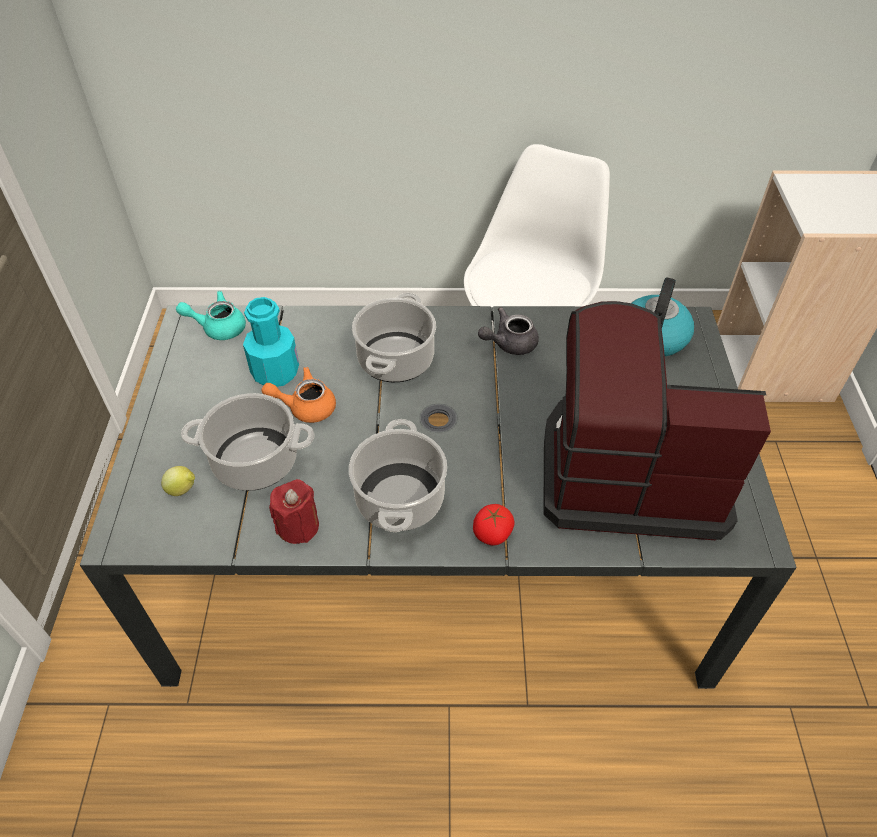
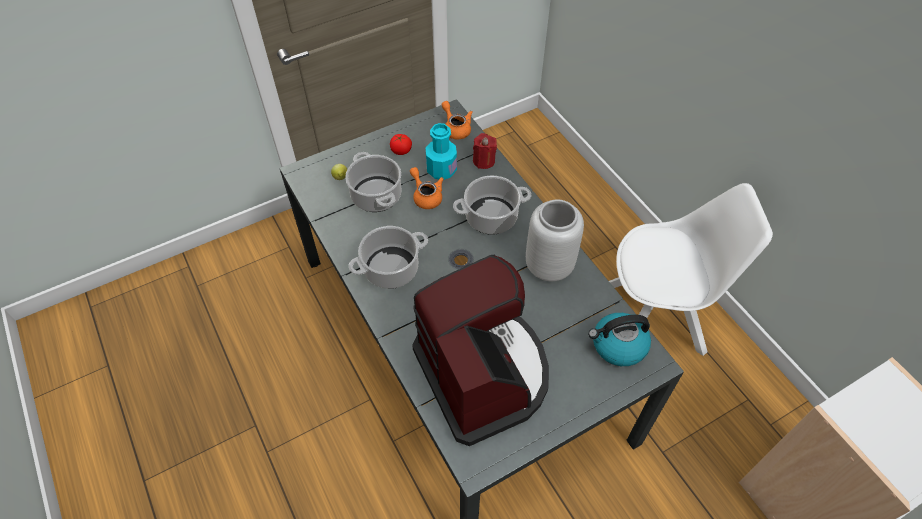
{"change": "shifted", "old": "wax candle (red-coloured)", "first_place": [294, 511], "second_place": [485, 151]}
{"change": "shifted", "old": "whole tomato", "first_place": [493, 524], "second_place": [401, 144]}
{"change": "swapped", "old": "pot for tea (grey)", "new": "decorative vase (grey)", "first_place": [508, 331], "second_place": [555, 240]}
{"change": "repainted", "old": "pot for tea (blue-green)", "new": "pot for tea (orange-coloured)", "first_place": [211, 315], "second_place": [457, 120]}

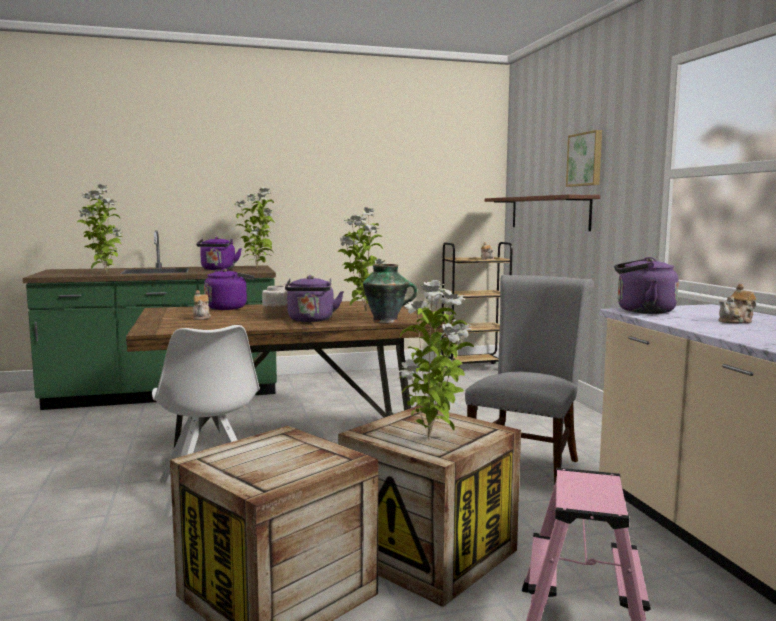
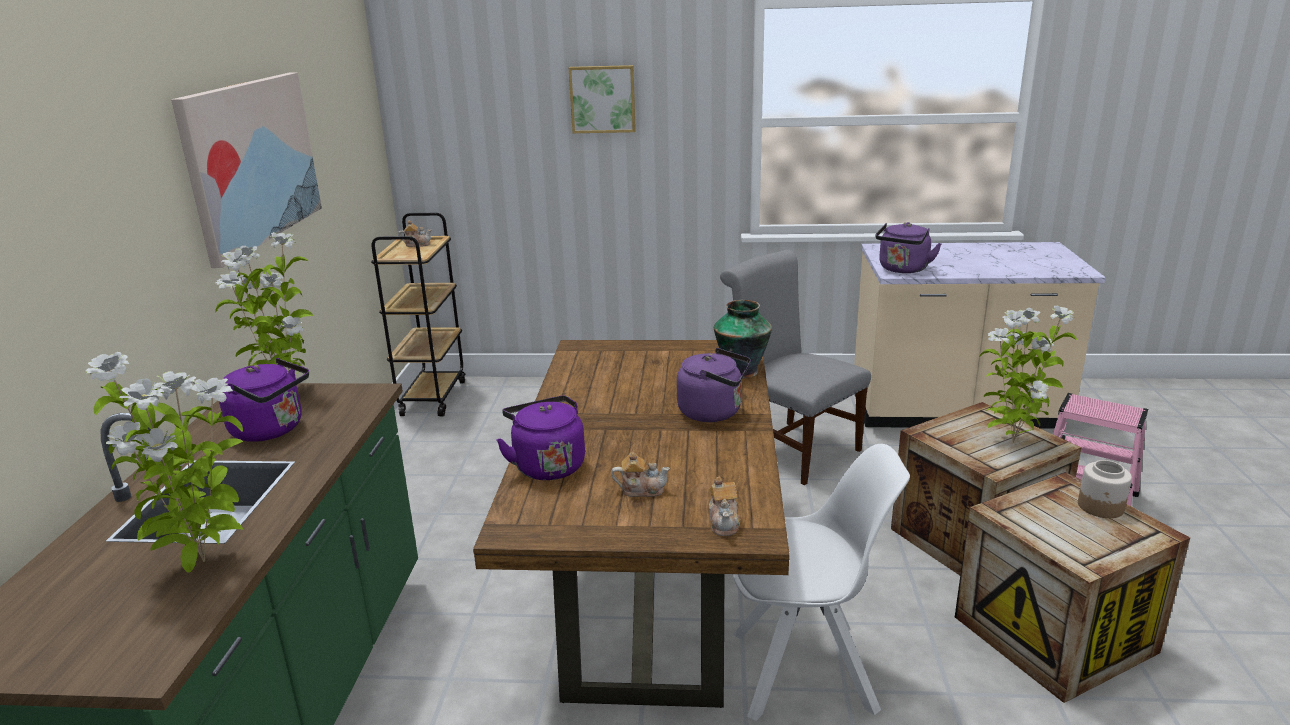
{"change": "gone", "old": "potted plant", "first_place": [361, 259]}
{"change": "gone", "old": "shelf (brown-coloured)", "first_place": [542, 213]}
{"change": "new", "new": "picture", "second_place": [246, 170]}
{"change": "shifted", "old": "jar", "first_place": [276, 302], "second_place": [1105, 489]}
{"change": "shifted", "old": "pot for tea", "first_place": [737, 303], "second_place": [725, 506]}

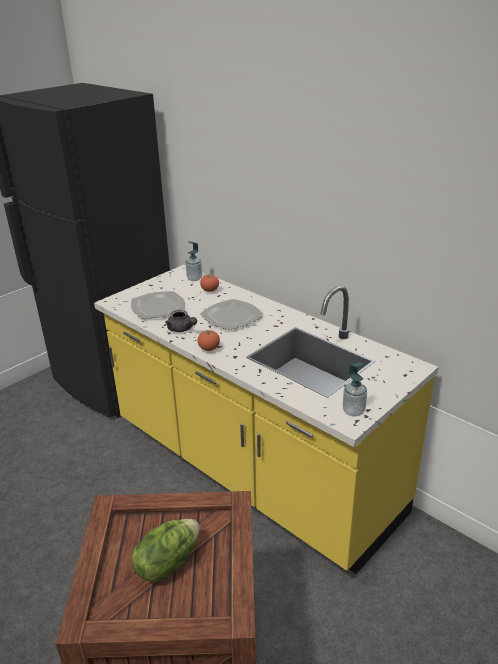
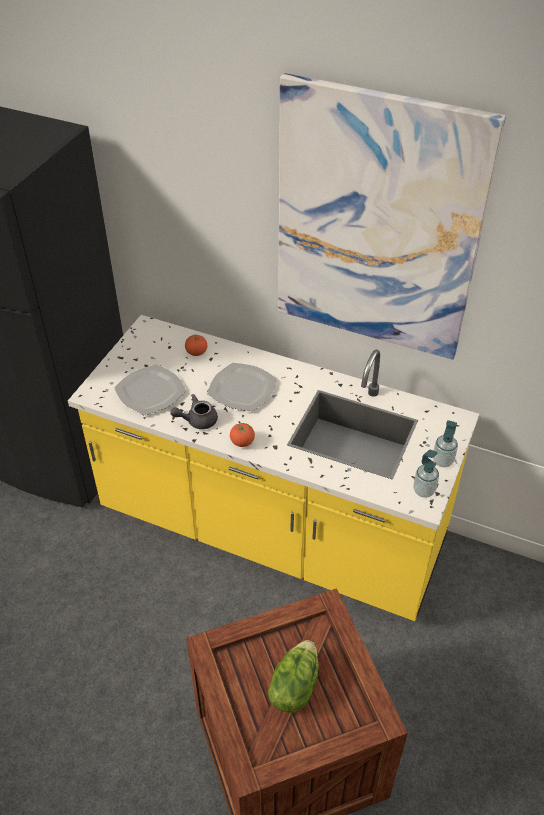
{"change": "new", "new": "picture", "second_place": [392, 216]}
{"change": "shifted", "old": "liquid soap bottle", "first_place": [193, 261], "second_place": [445, 443]}
{"change": "rotated", "old": "pot for tea (grey)", "first_place": [181, 321], "second_place": [194, 411], "degrees": 135}

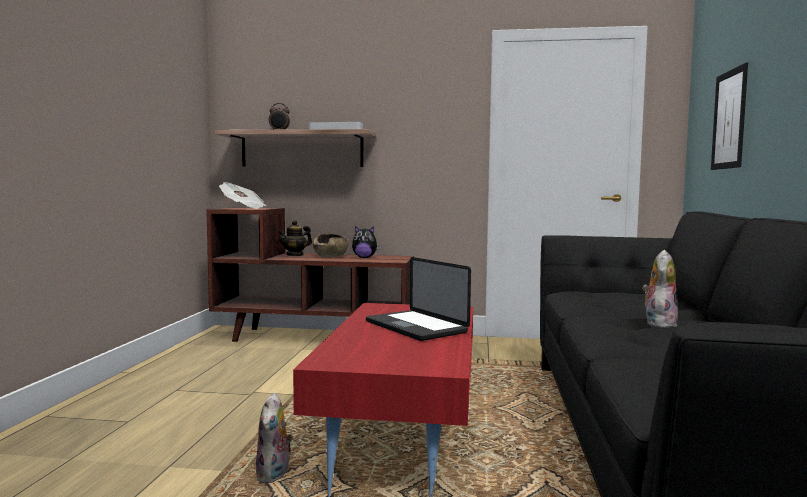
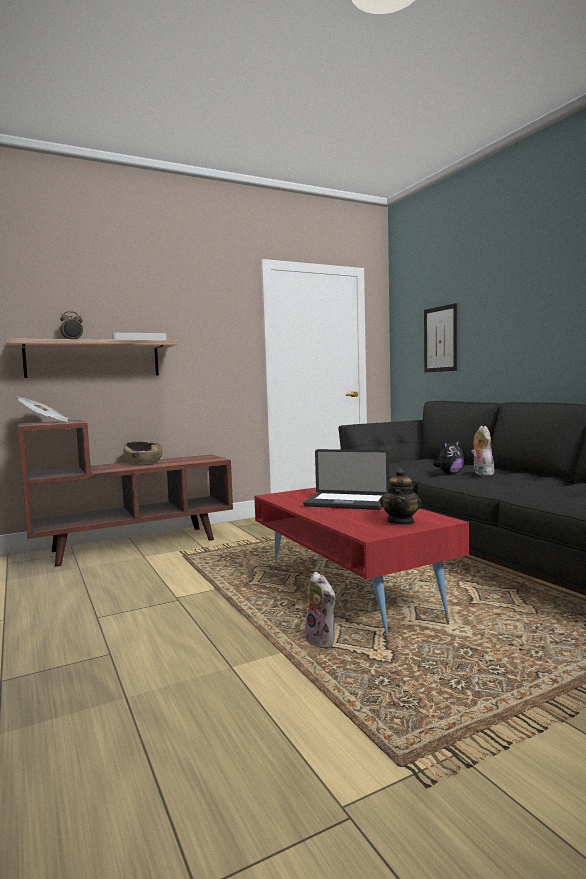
{"change": "shifted", "old": "pot for tea", "first_place": [294, 238], "second_place": [401, 496]}
{"change": "shifted", "old": "cuddly toy", "first_place": [366, 242], "second_place": [448, 457]}

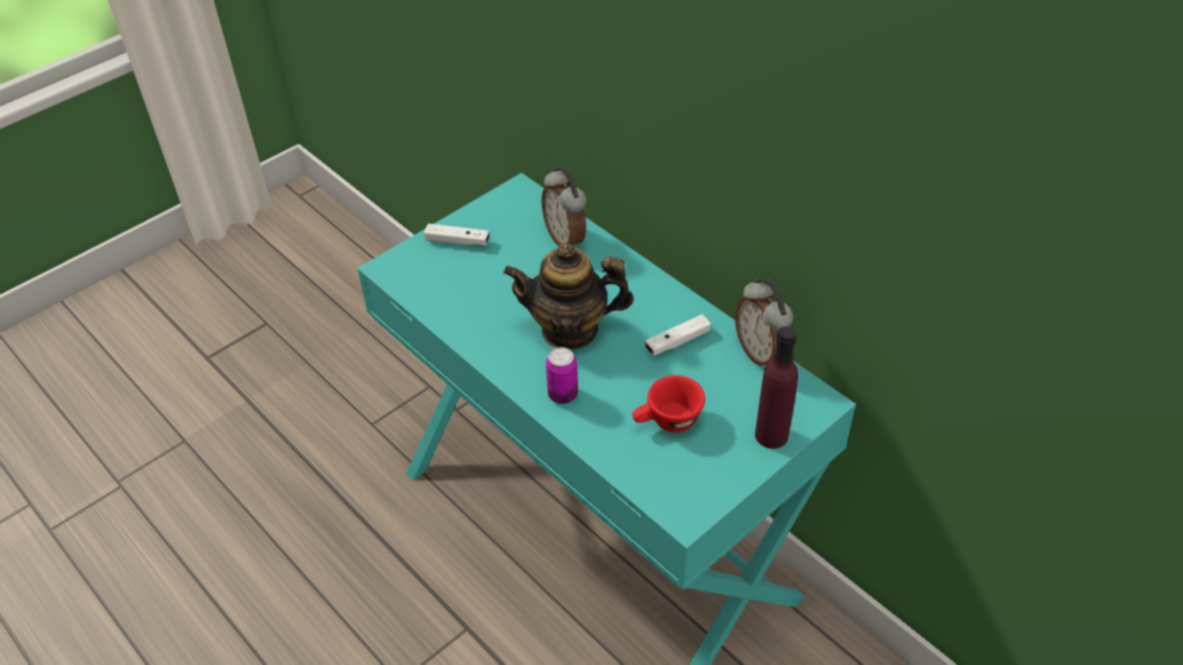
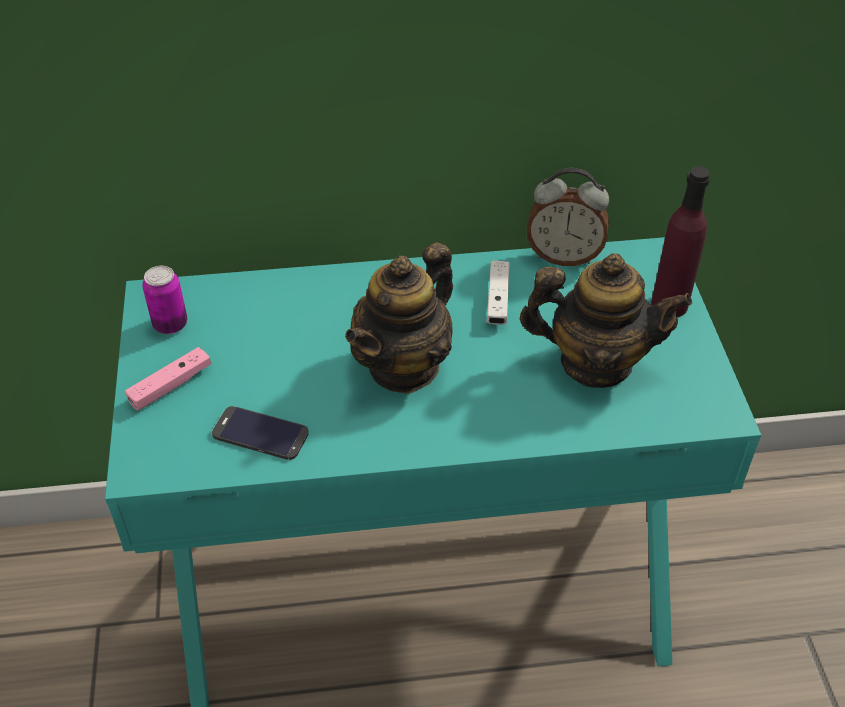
{"change": "gone", "old": "table clock", "first_place": [563, 206]}
{"change": "new", "new": "handset", "second_place": [260, 433]}
{"change": "shifted", "old": "metal can", "first_place": [562, 375], "second_place": [164, 300]}
{"change": "swapped", "old": "small cup (red-coloured)", "new": "pot for tea", "first_place": [668, 404], "second_place": [606, 320]}
{"change": "repainted", "old": "joypad (white)", "new": "joypad (pinkish)", "first_place": [456, 234], "second_place": [168, 379]}

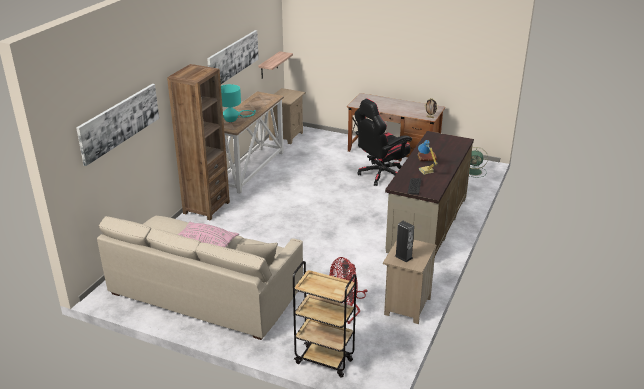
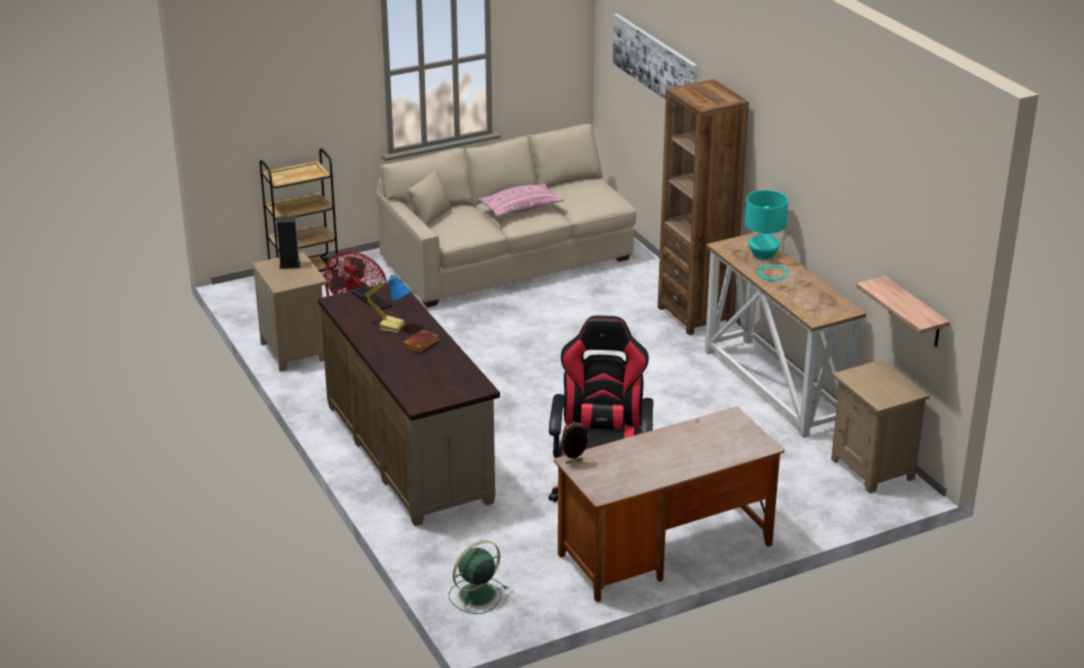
{"change": "gone", "old": "picture", "first_place": [233, 57]}

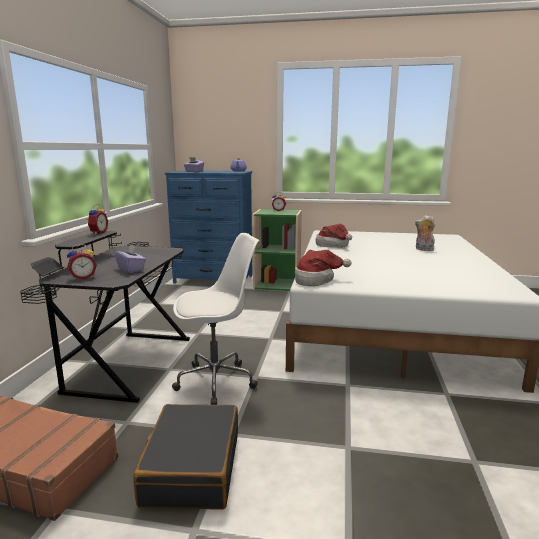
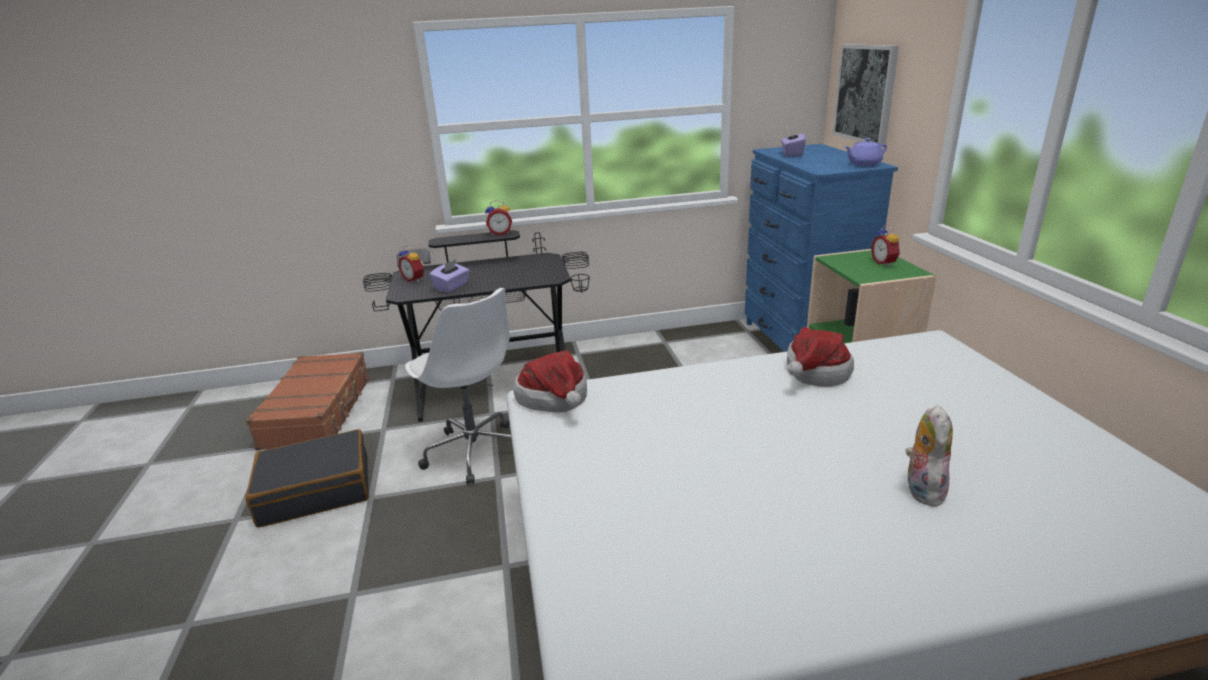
{"change": "new", "new": "picture", "second_place": [865, 94]}

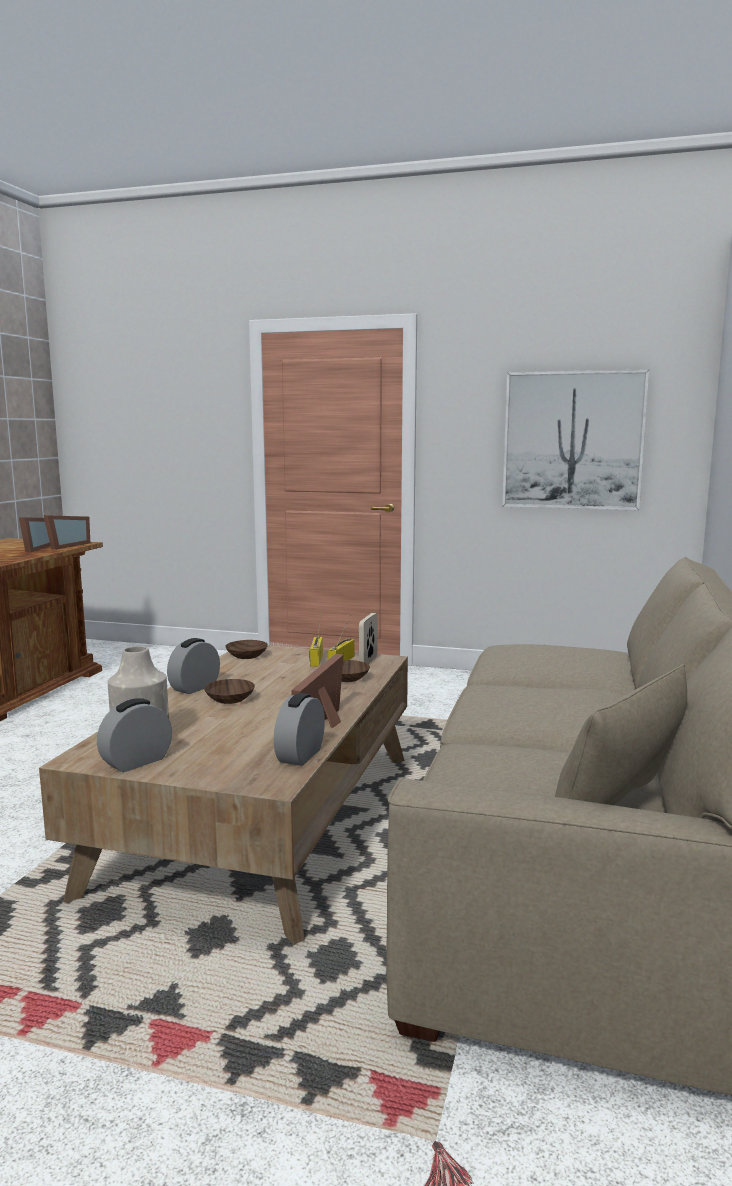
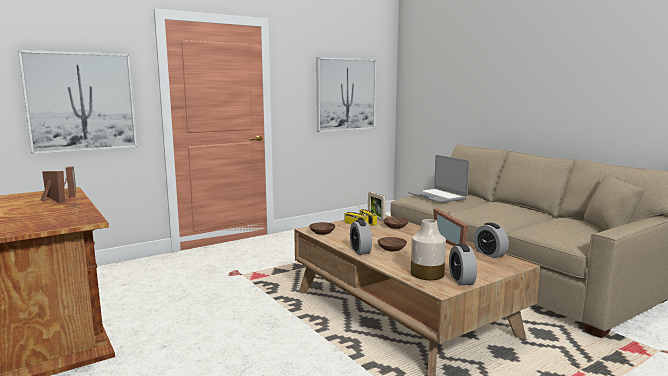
{"change": "new", "new": "picture", "second_place": [77, 102]}
{"change": "new", "new": "laptop", "second_place": [439, 179]}

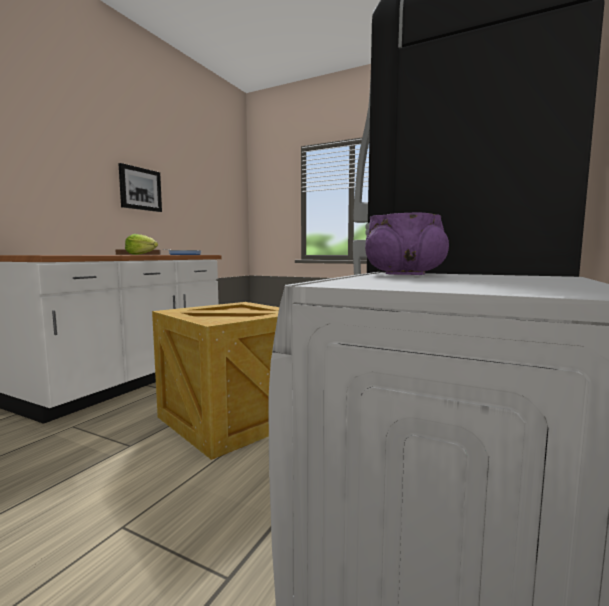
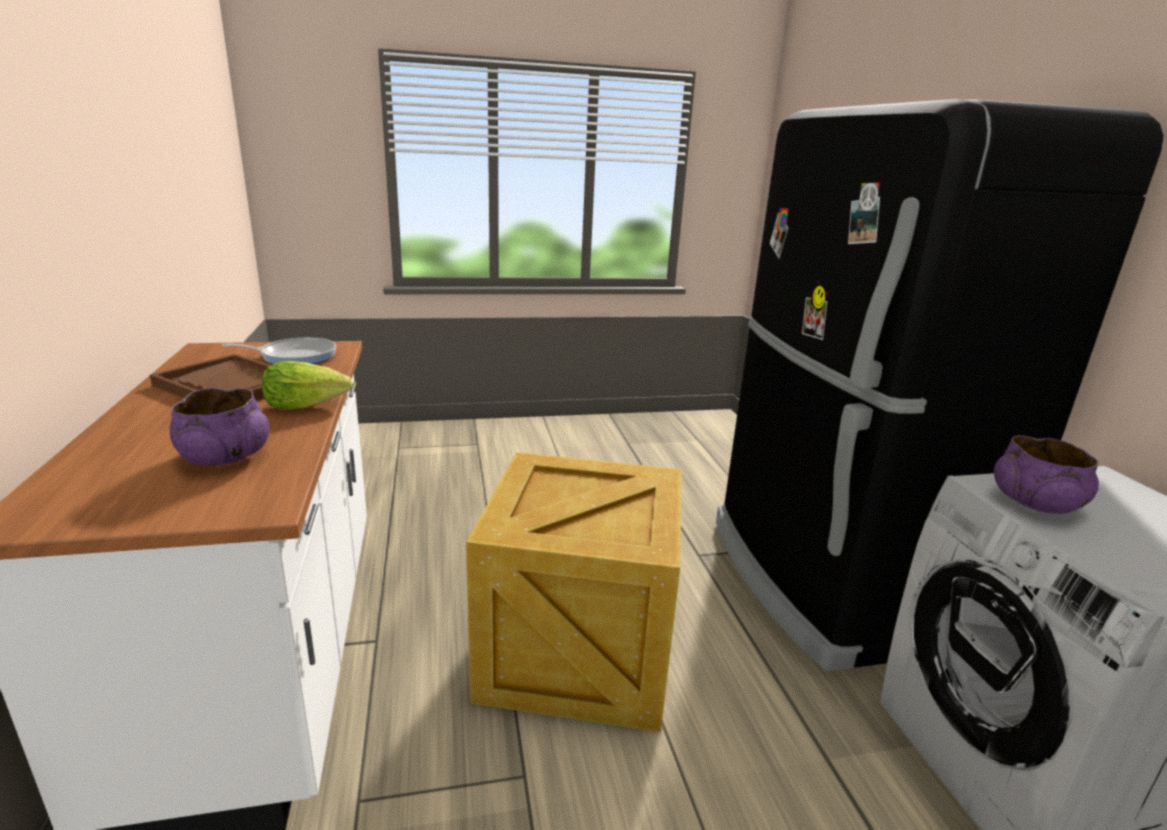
{"change": "gone", "old": "picture", "first_place": [140, 187]}
{"change": "new", "new": "bowl (purple-coloured)", "second_place": [219, 427]}

